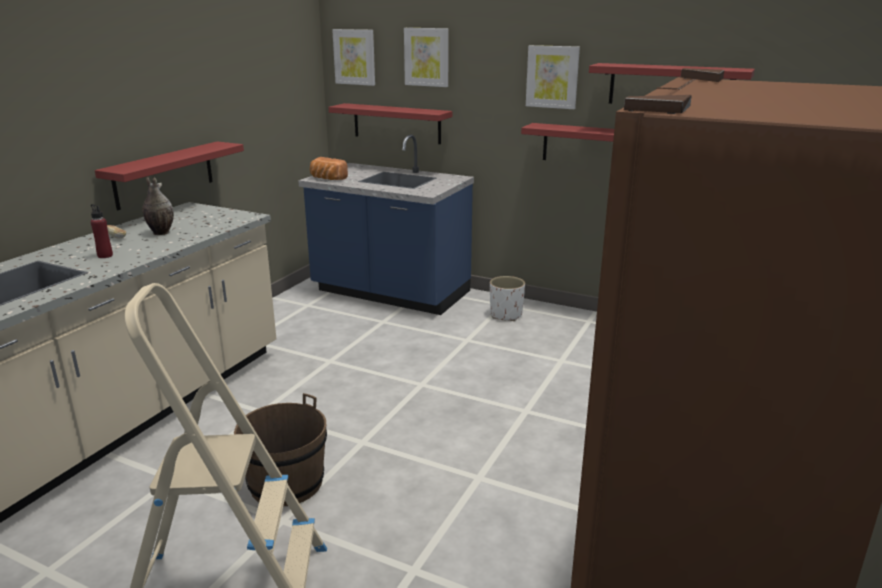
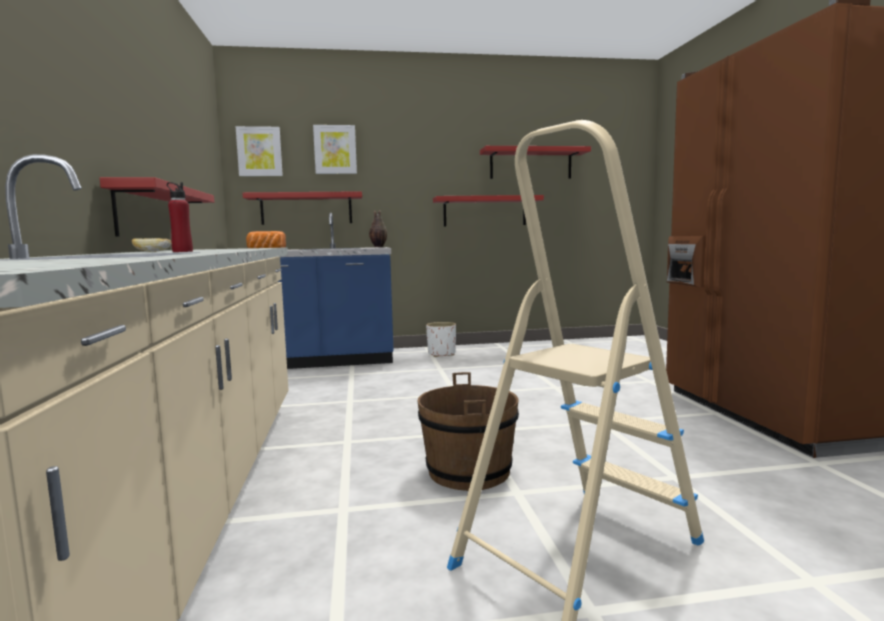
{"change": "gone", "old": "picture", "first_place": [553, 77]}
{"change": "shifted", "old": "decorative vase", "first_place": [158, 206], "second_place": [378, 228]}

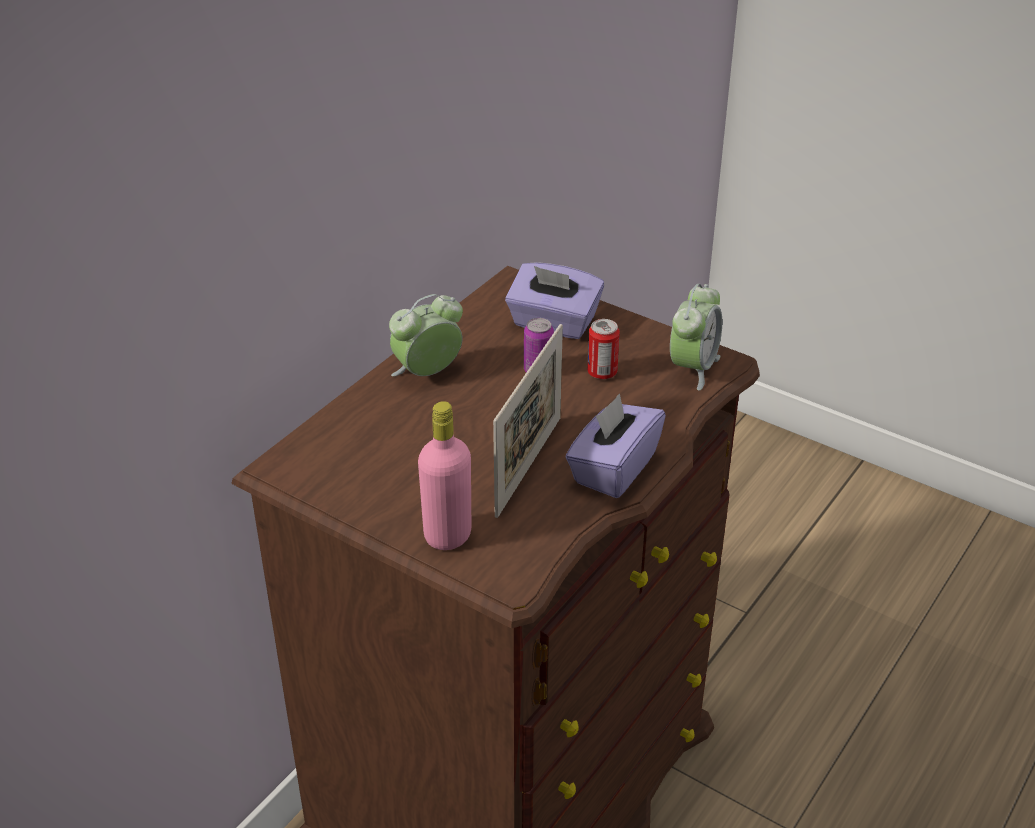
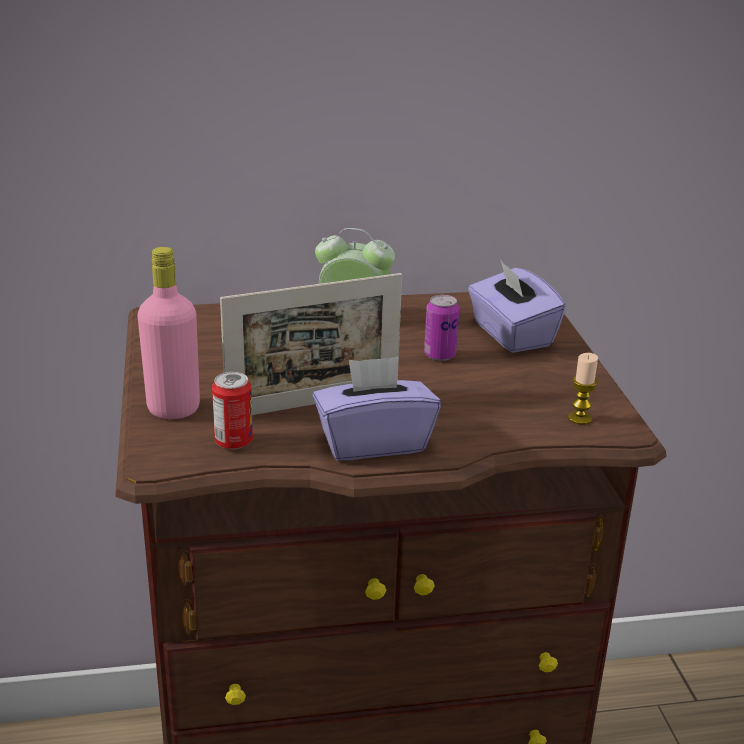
{"change": "shifted", "old": "metal can", "first_place": [603, 349], "second_place": [232, 410]}
{"change": "swapped", "old": "table clock", "new": "wax candle", "first_place": [696, 337], "second_place": [583, 389]}

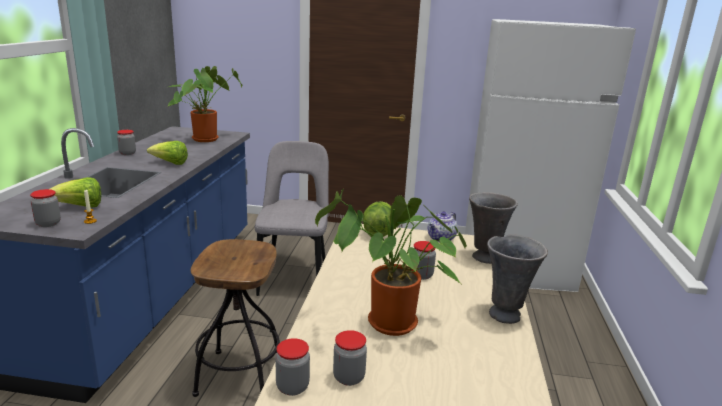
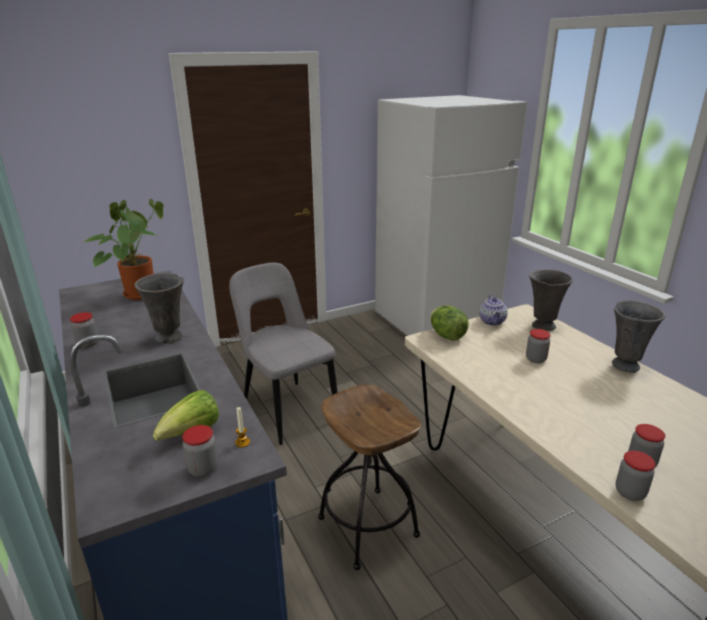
{"change": "gone", "old": "potted plant", "first_place": [391, 262]}
{"change": "swapped", "old": "lettuce", "new": "decorative vase (grey)", "first_place": [167, 153], "second_place": [159, 308]}

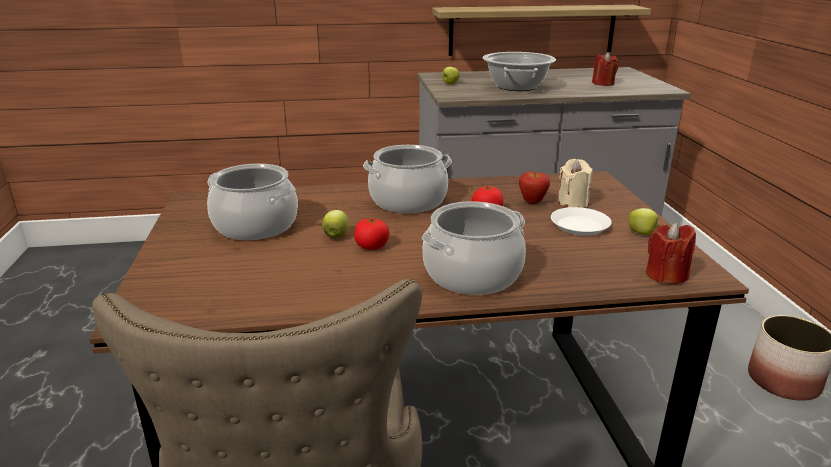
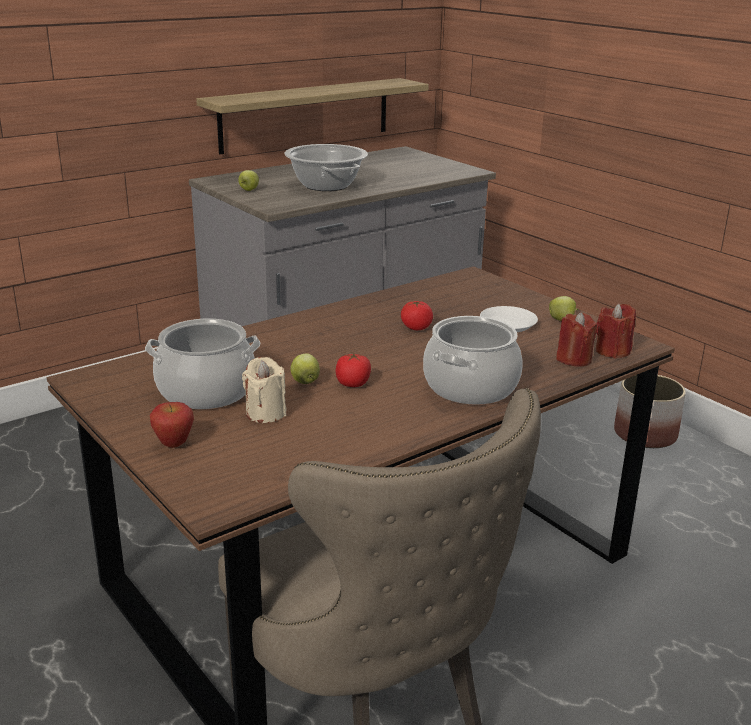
{"change": "gone", "old": "cooking pot", "first_place": [407, 179]}
{"change": "shifted", "old": "apple", "first_place": [534, 188], "second_place": [172, 425]}
{"change": "shifted", "old": "wax candle (beige-coloured)", "first_place": [575, 183], "second_place": [264, 390]}
{"change": "shifted", "old": "wax candle (red-coloured)", "first_place": [605, 69], "second_place": [576, 339]}

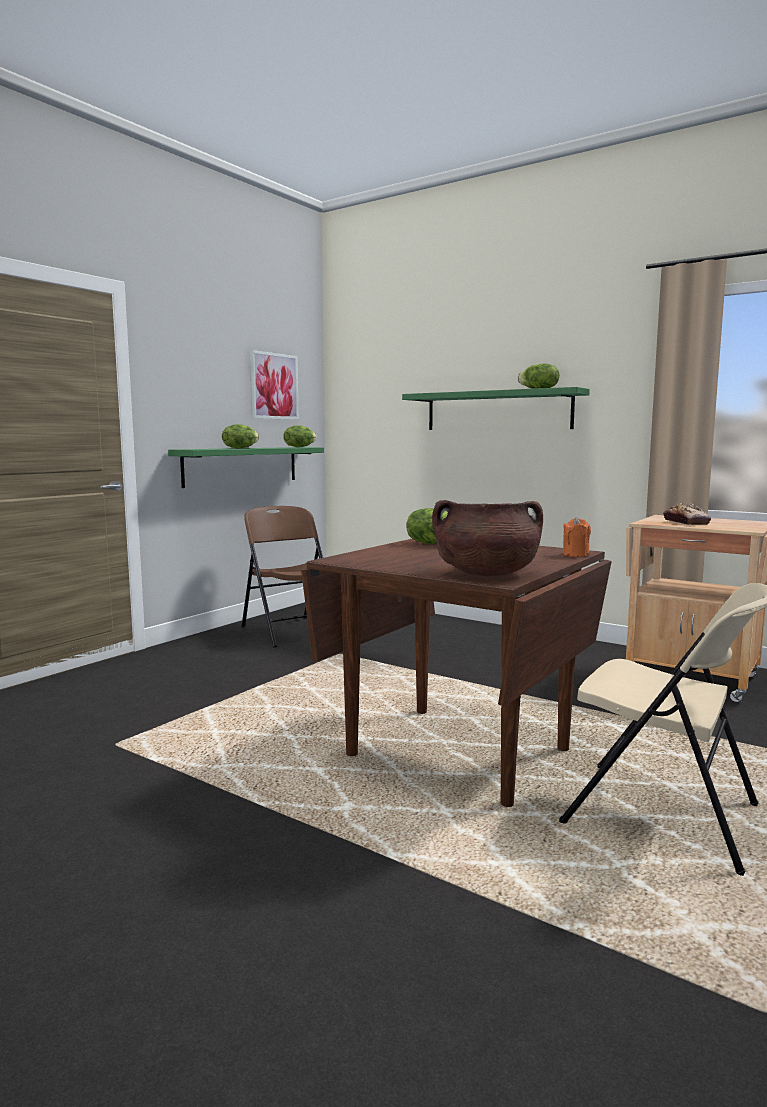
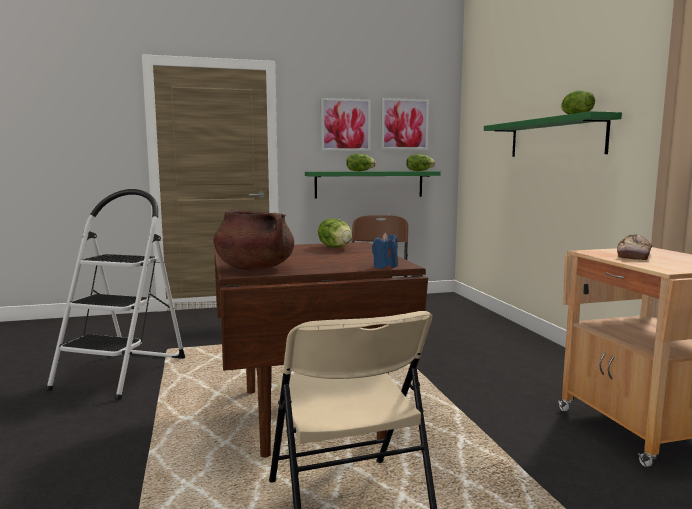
{"change": "new", "new": "stepladder", "second_place": [115, 294]}
{"change": "new", "new": "picture", "second_place": [346, 124]}
{"change": "repainted", "old": "wax candle (orange-coloured)", "new": "wax candle (blue-coloured)", "first_place": [577, 537], "second_place": [385, 251]}

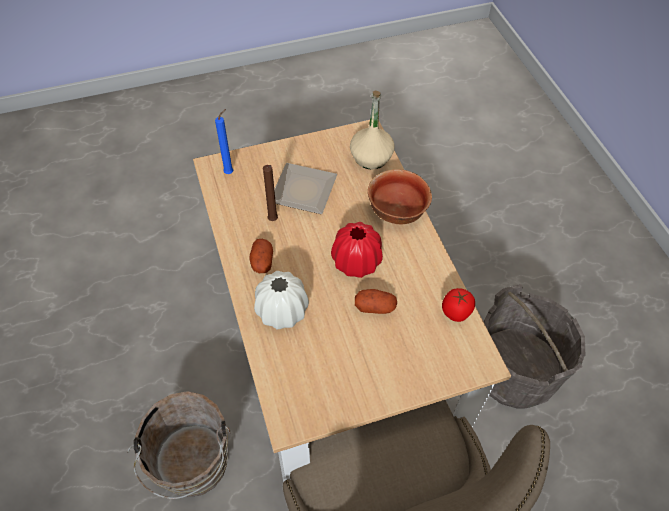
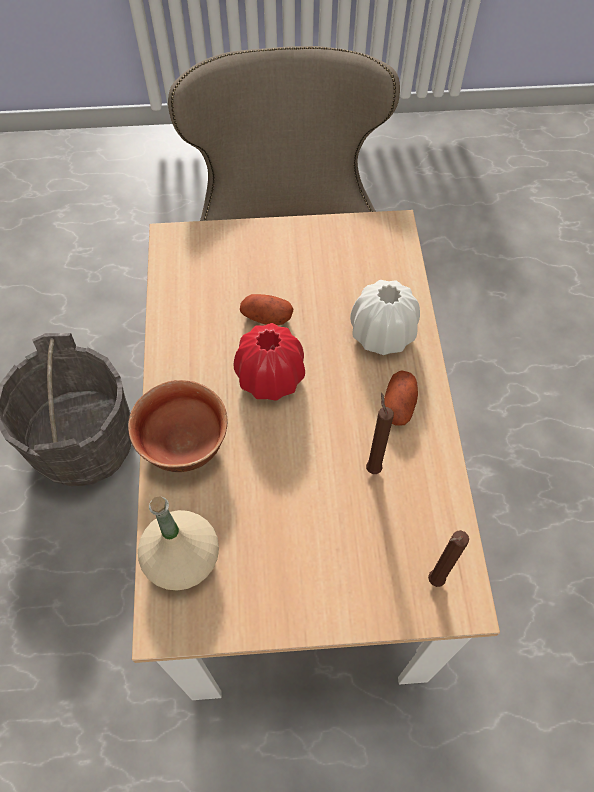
{"change": "gone", "old": "bucket (brown-coloured)", "first_place": [179, 445]}
{"change": "gone", "old": "flat dish", "first_place": [305, 188]}
{"change": "gone", "old": "whole tomato", "first_place": [458, 305]}
{"change": "repainted", "old": "wax candle (blue-coloured)", "new": "wax candle (brown-coloured)", "first_place": [224, 141], "second_place": [448, 558]}

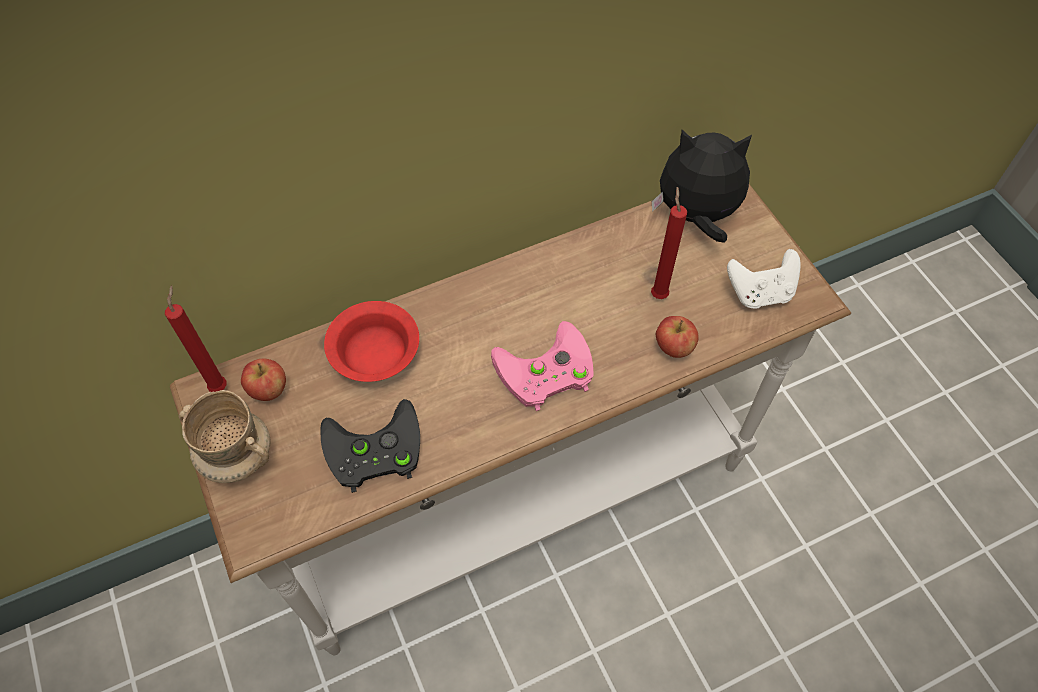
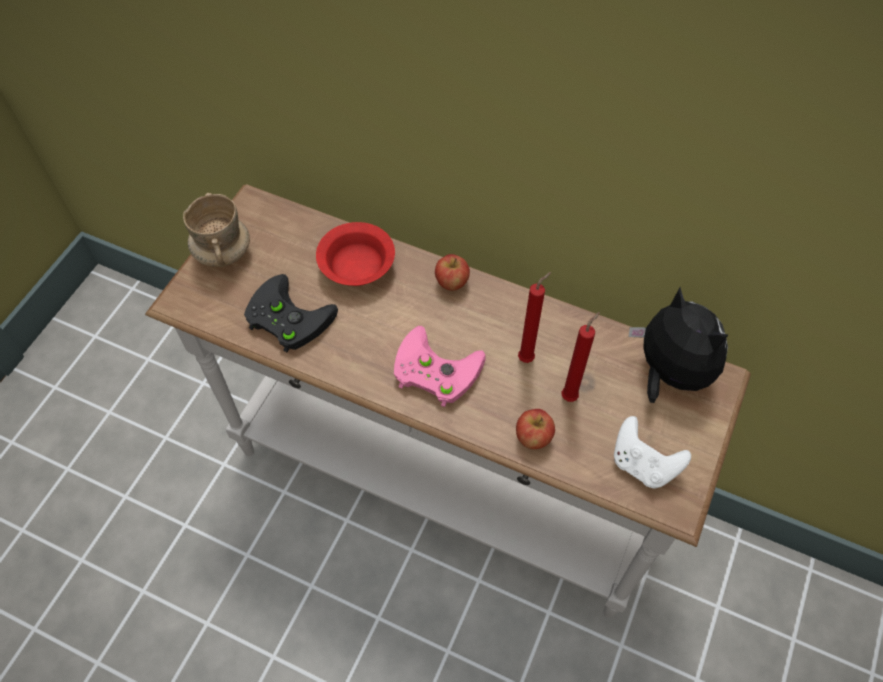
{"change": "shifted", "old": "wax candle (red-coloured)", "first_place": [195, 338], "second_place": [534, 317]}
{"change": "shifted", "old": "apple", "first_place": [263, 380], "second_place": [452, 272]}

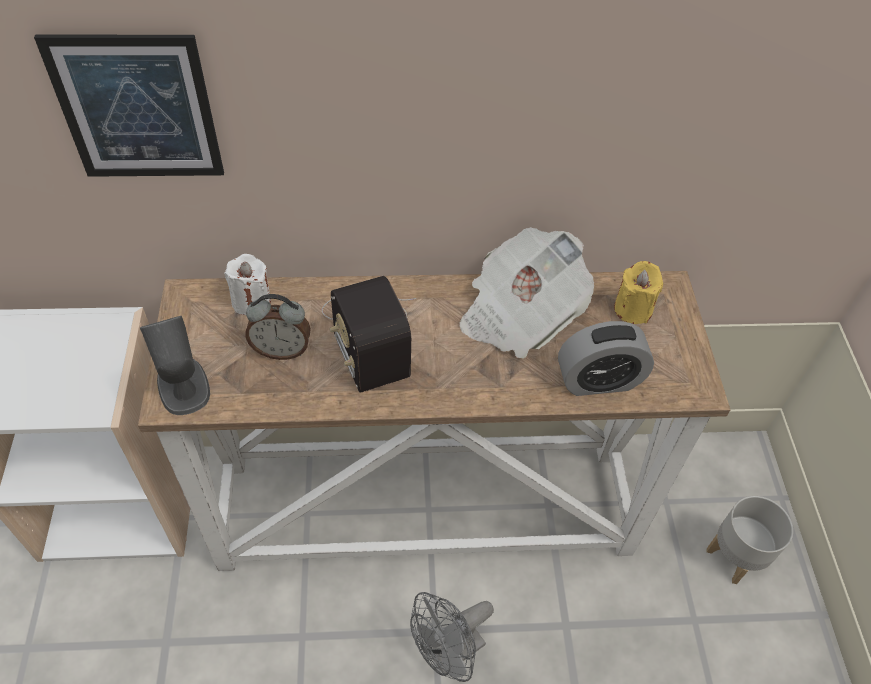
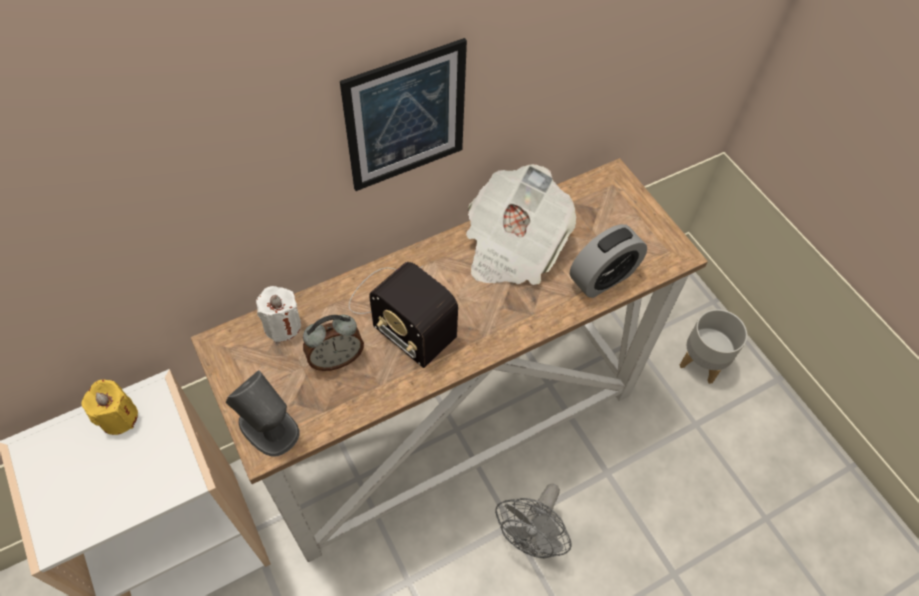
{"change": "shifted", "old": "picture", "first_place": [129, 106], "second_place": [403, 114]}
{"change": "shifted", "old": "wax candle (yellowish)", "first_place": [638, 292], "second_place": [109, 407]}

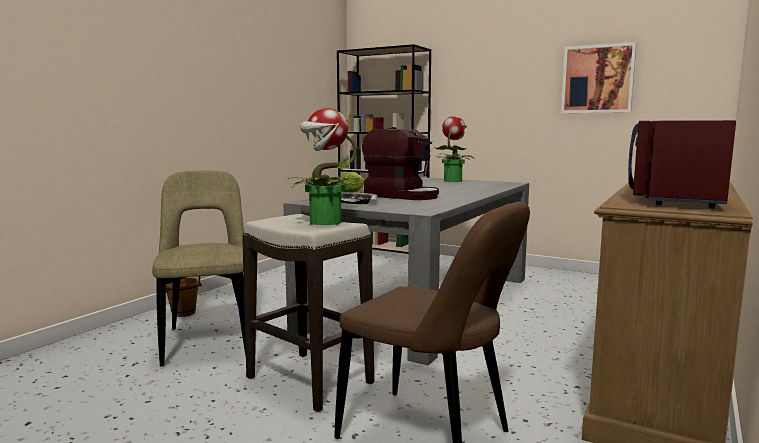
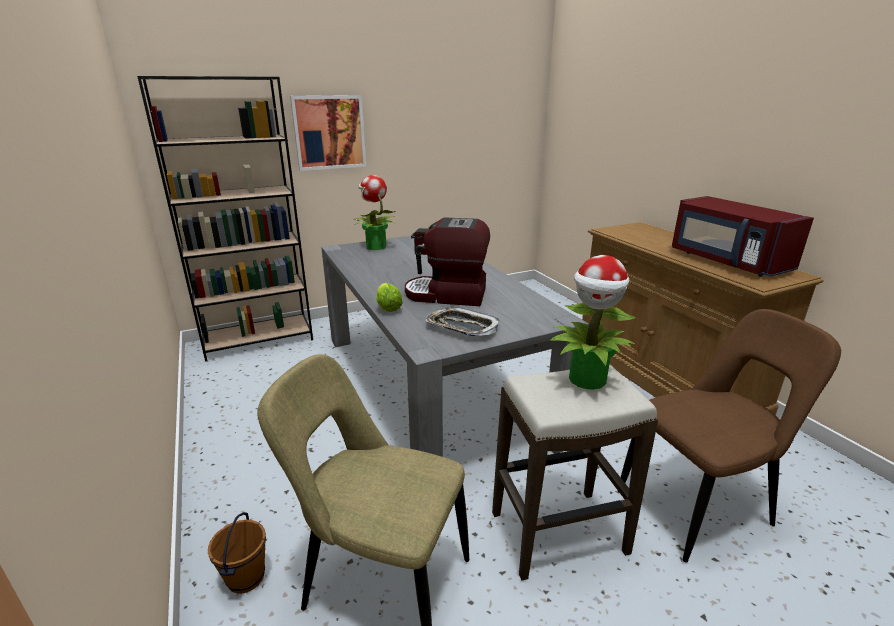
{"change": "shifted", "old": "picture", "first_place": [599, 77], "second_place": [328, 133]}
{"change": "rotated", "old": "coffee machine", "first_place": [400, 163], "second_place": [447, 261], "degrees": -150}

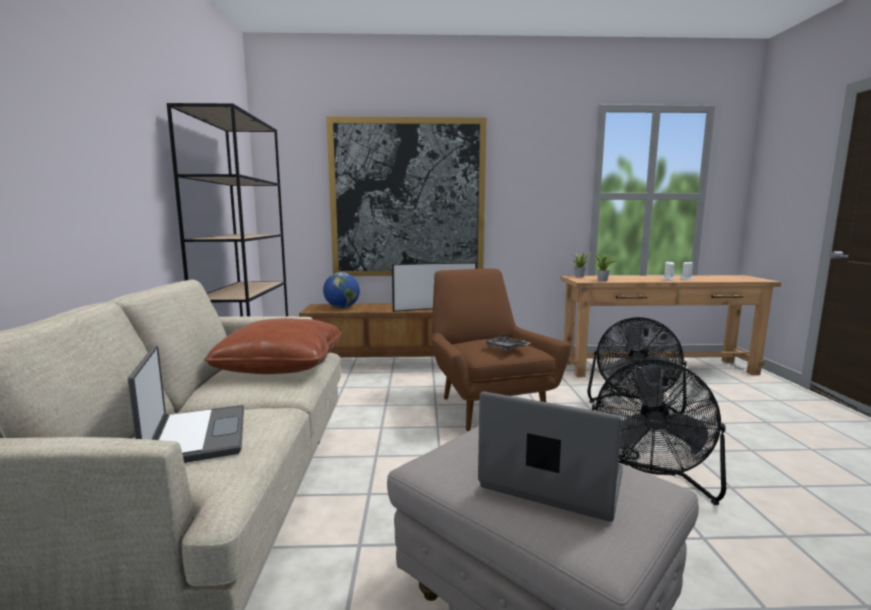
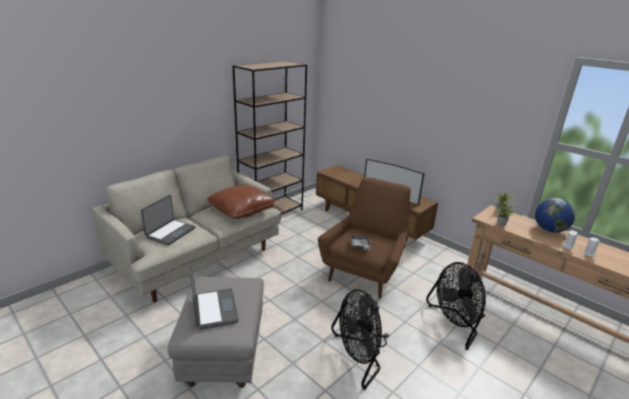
{"change": "gone", "old": "picture", "first_place": [406, 196]}
{"change": "shifted", "old": "desk globe", "first_place": [341, 290], "second_place": [555, 215]}

